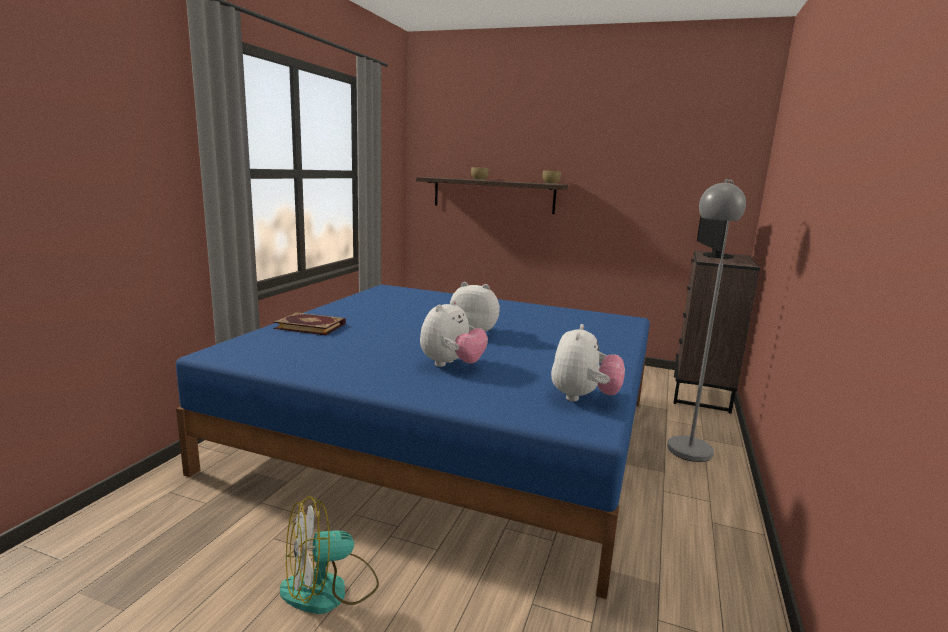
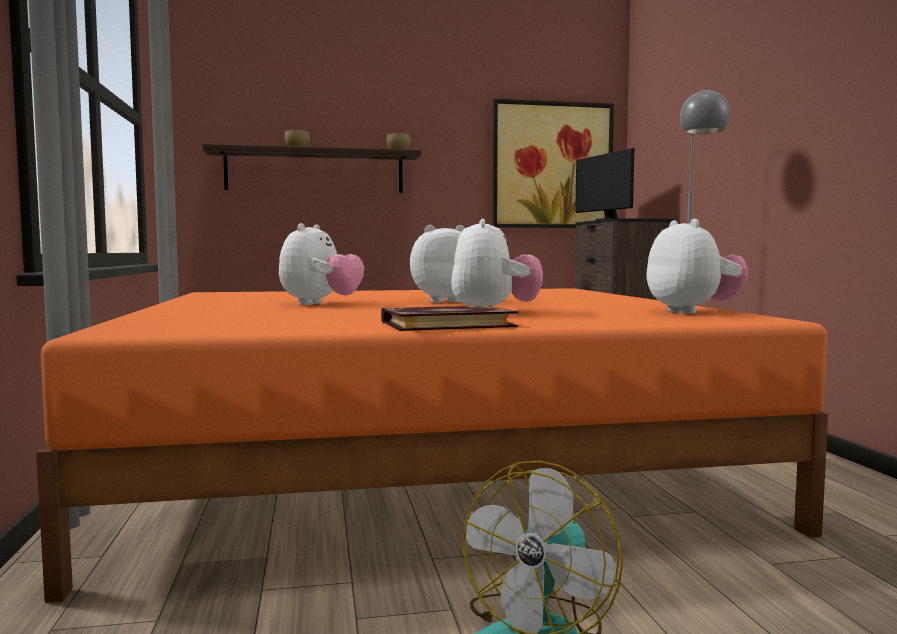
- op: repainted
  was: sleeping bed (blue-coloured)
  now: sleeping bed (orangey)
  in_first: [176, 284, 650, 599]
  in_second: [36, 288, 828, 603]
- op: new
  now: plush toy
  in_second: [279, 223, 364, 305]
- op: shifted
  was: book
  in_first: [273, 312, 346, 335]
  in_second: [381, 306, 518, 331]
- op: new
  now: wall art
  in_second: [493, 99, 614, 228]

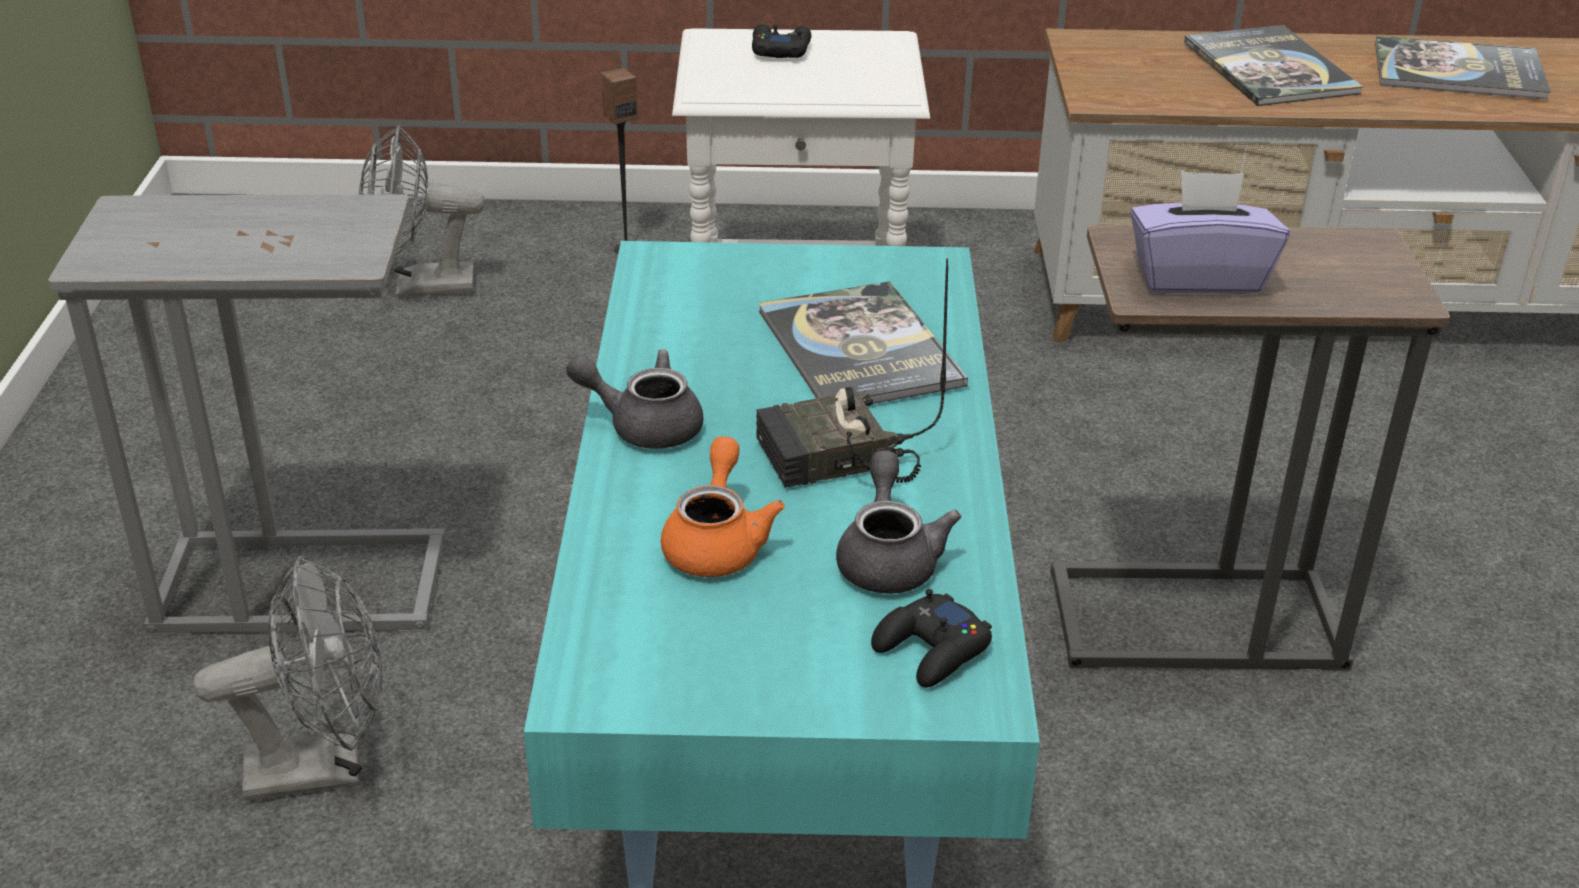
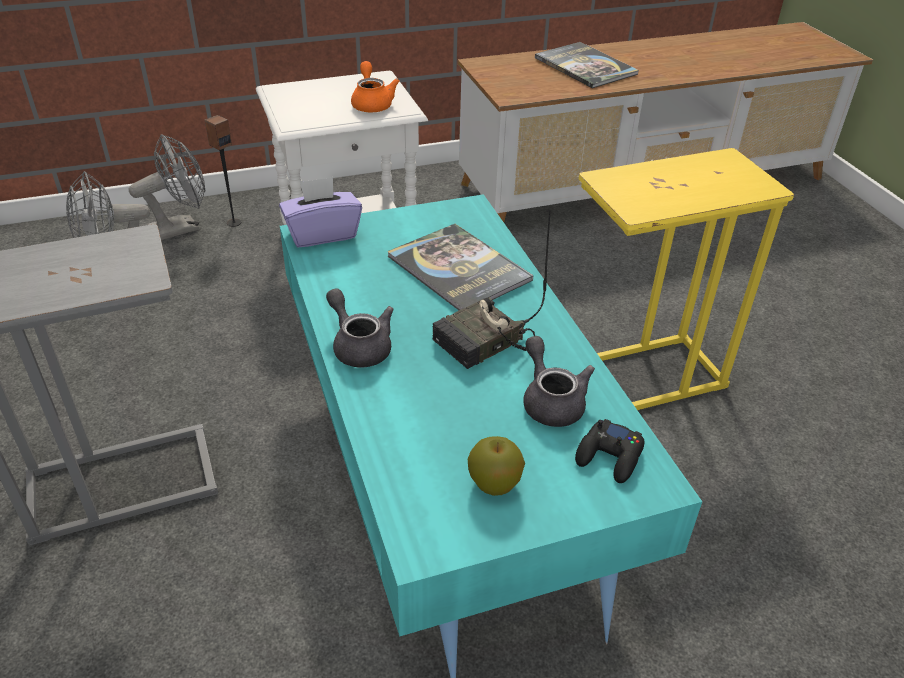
- op: shifted
  was: electric fan (greyish)
  in_first: [193, 556, 382, 801]
  in_second: [129, 134, 205, 240]
- op: shifted
  was: box of tissues (purple-coloured)
  in_first: [1130, 171, 1289, 294]
  in_second: [279, 177, 362, 247]
- op: rotated
  was: pot for tea (greyish)
  in_first: [566, 349, 703, 449]
  in_second: [326, 288, 394, 367]
  clockwise: 60
- op: shifted
  was: pot for tea (orangey)
  in_first: [661, 436, 785, 577]
  in_second: [351, 61, 399, 112]
- op: new
  now: whole apple
  in_second: [468, 436, 525, 496]
- op: repainted
  was: side table (brown-coloured)
  now: side table (yellow-coloured)
  in_first: [1050, 225, 1450, 671]
  in_second: [579, 148, 794, 410]
- op: gone
  was: game controller (blackish)
  in_first: [752, 24, 811, 58]
- op: gone
  was: book
  in_first: [1375, 36, 1551, 100]

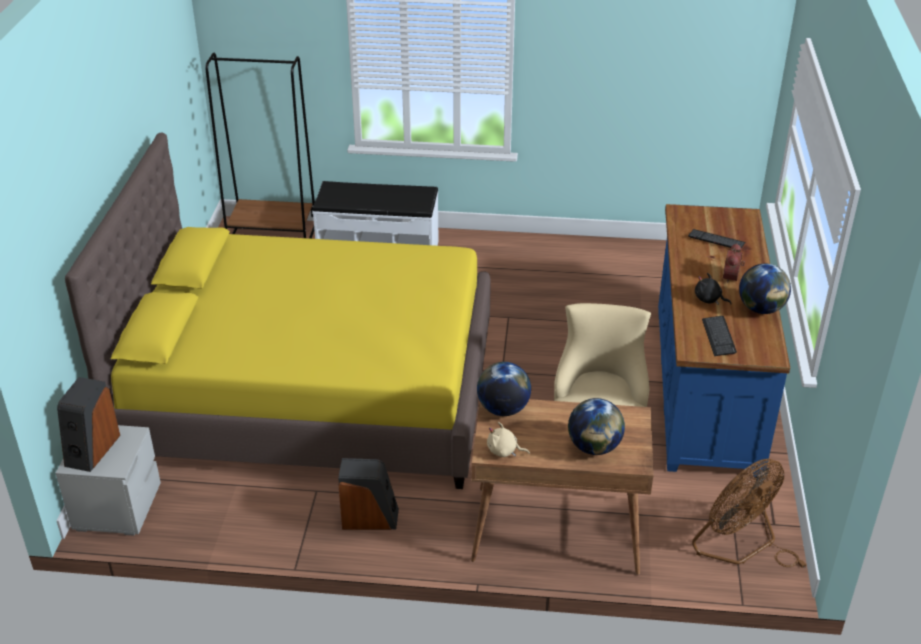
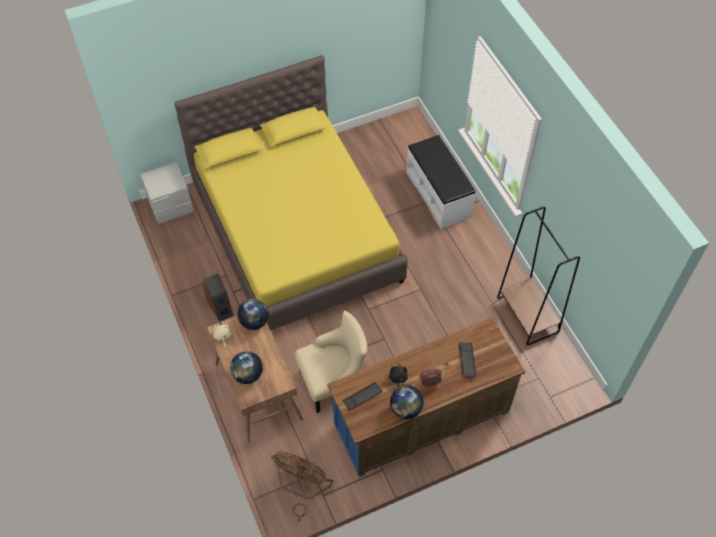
- op: shifted
  was: garment stand
  in_first: [205, 53, 315, 239]
  in_second: [497, 207, 580, 345]
- op: gone
  was: loudspeaker
  in_first: [57, 377, 120, 472]

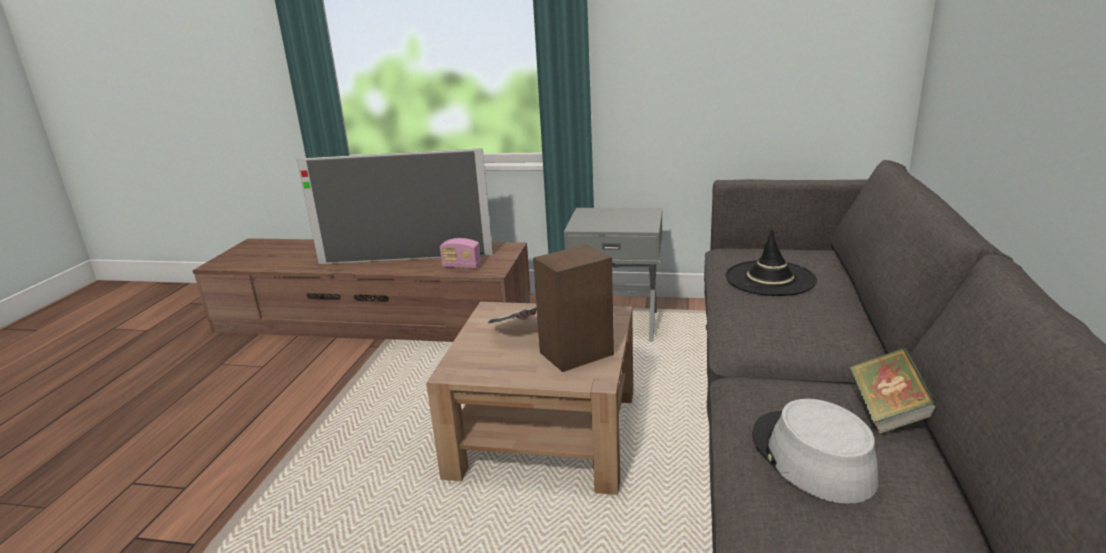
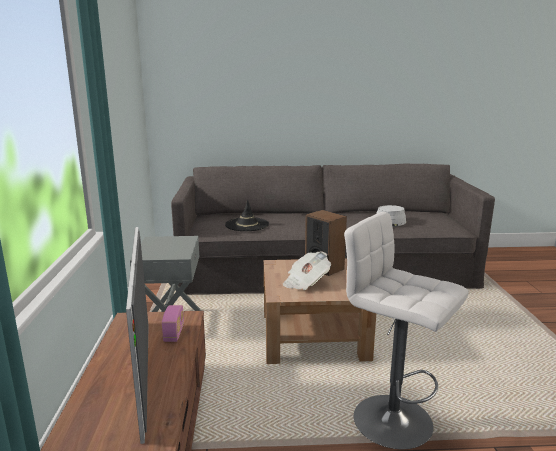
- op: new
  now: stool (white)
  in_second: [344, 212, 469, 449]
- op: gone
  was: book
  in_first: [849, 347, 938, 434]

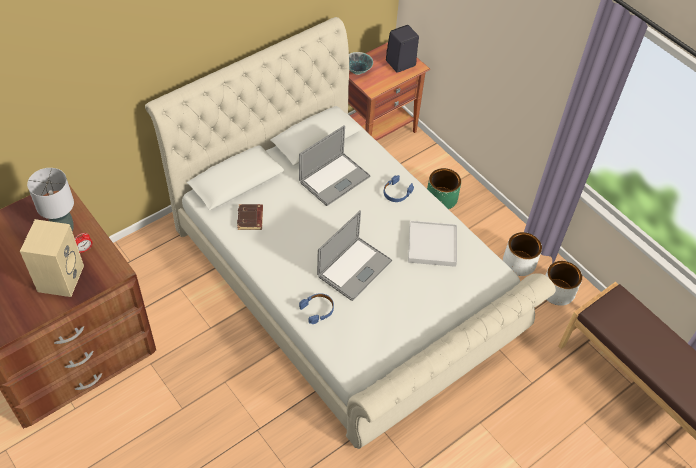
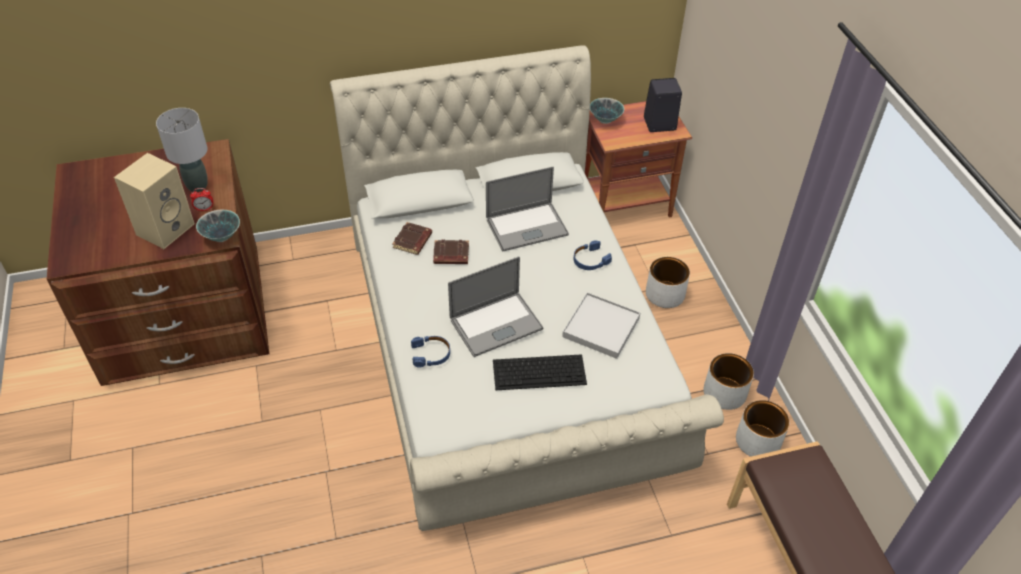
- op: new
  now: bowl
  in_second: [196, 209, 240, 242]
- op: new
  now: book (brown-coloured)
  in_second: [433, 240, 469, 264]
- op: new
  now: computer keyboard
  in_second: [493, 354, 587, 390]
- op: repainted
  was: plant pot (greenish)
  now: plant pot (white)
  in_first: [427, 168, 461, 209]
  in_second: [646, 257, 690, 308]

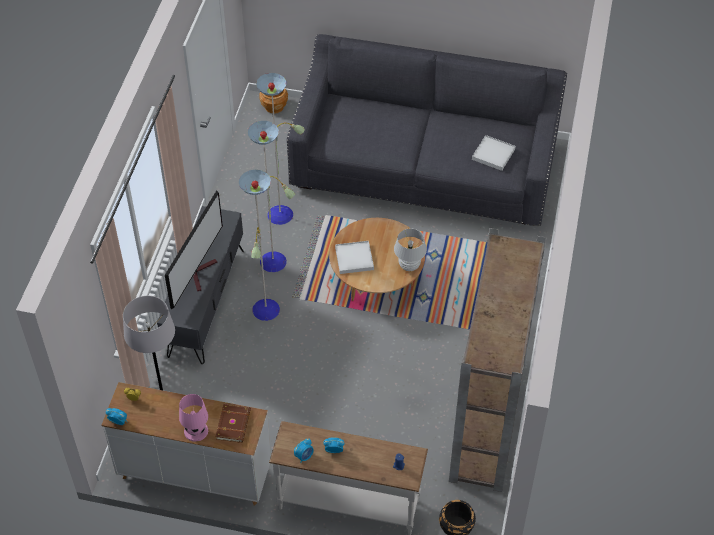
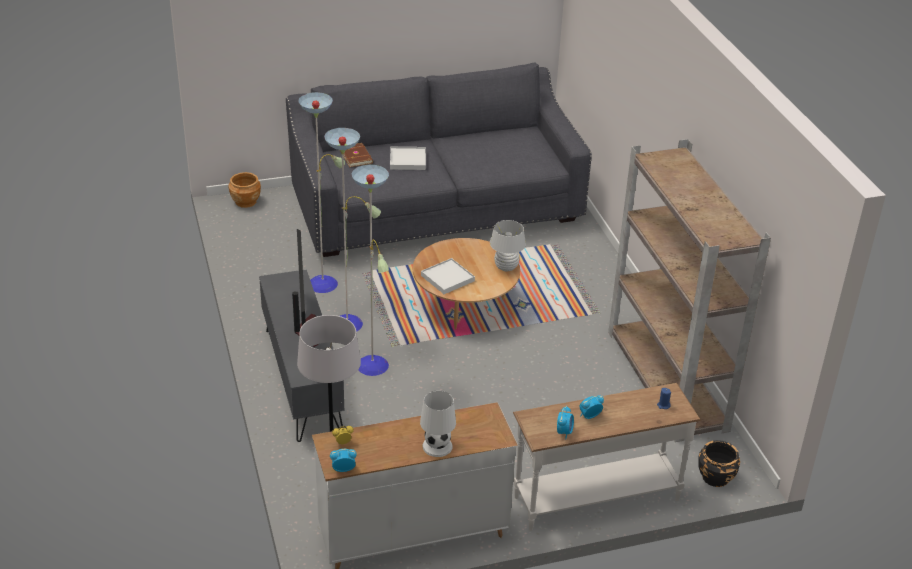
- op: shifted
  was: book (brown-coloured)
  in_first: [215, 404, 251, 443]
  in_second: [340, 143, 373, 167]
- op: shifted
  was: tray (white)
  in_first: [472, 135, 516, 171]
  in_second: [390, 147, 426, 170]
- op: repainted
  was: tabletop lamp (pinkish)
  now: tabletop lamp (white)
  in_first: [179, 394, 208, 442]
  in_second: [420, 390, 456, 457]

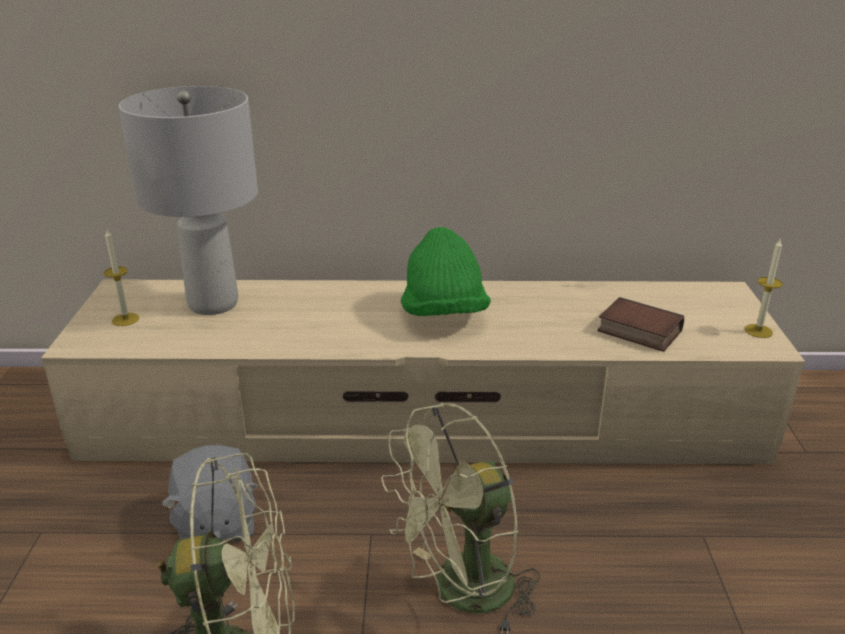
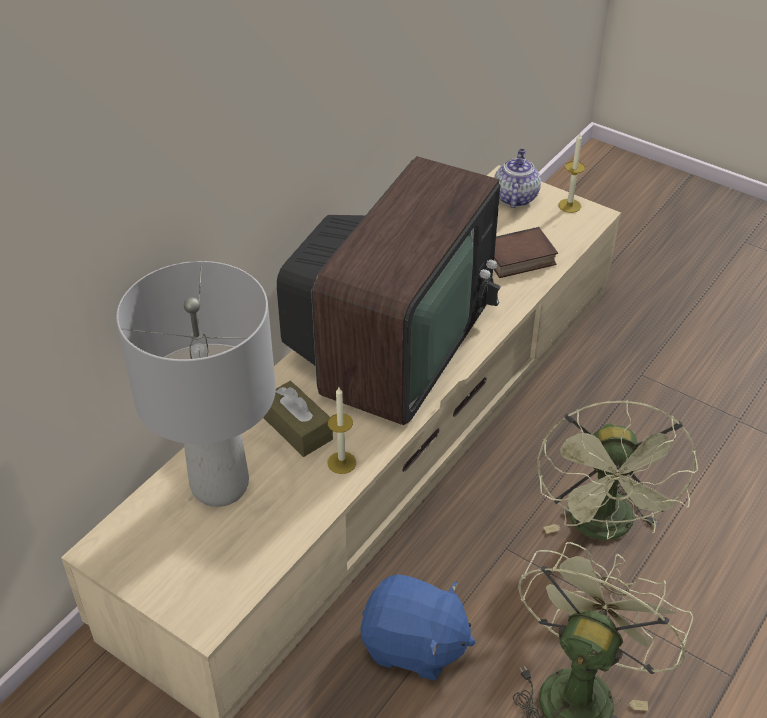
- op: new
  now: box of tissues (brown-coloured)
  in_second: [263, 381, 333, 457]
- op: swapped
  was: clothing hat (greenish)
  now: TV
  in_first: [401, 227, 491, 316]
  in_second: [277, 156, 501, 425]
- op: shifted
  was: candle
  in_first: [104, 230, 139, 326]
  in_second: [328, 387, 356, 474]
- op: repainted
  was: plush toy (greyish)
  now: plush toy (blue-coloured)
  in_first: [161, 445, 258, 542]
  in_second: [360, 574, 475, 681]
- op: new
  now: pot for tea
  in_second: [494, 149, 541, 208]

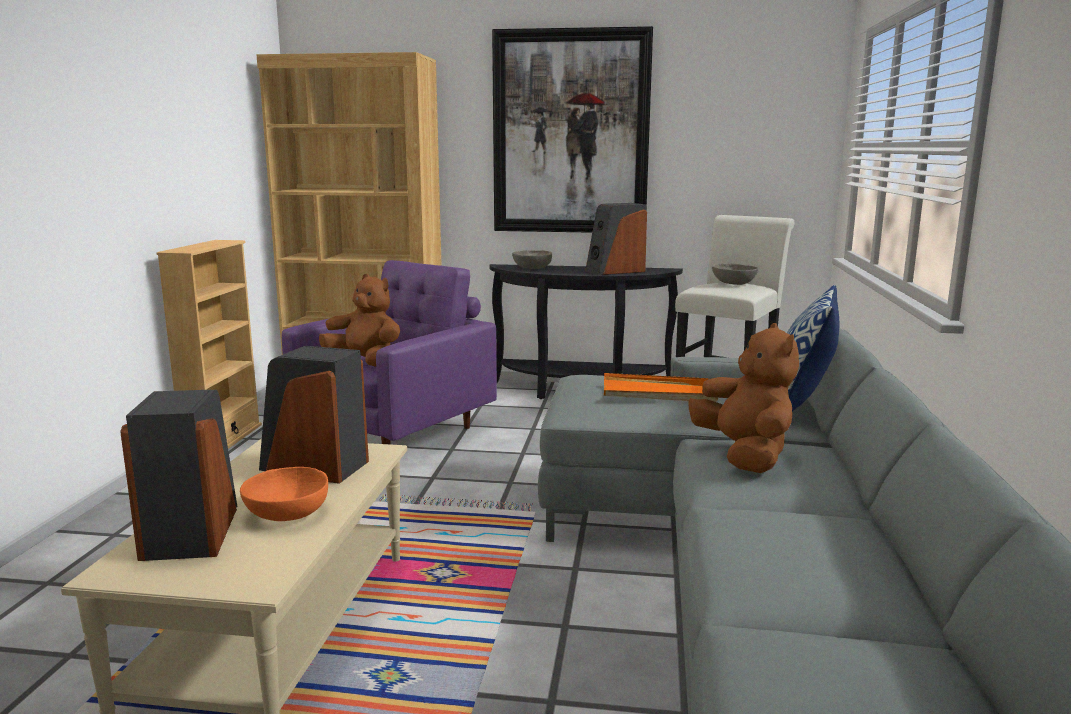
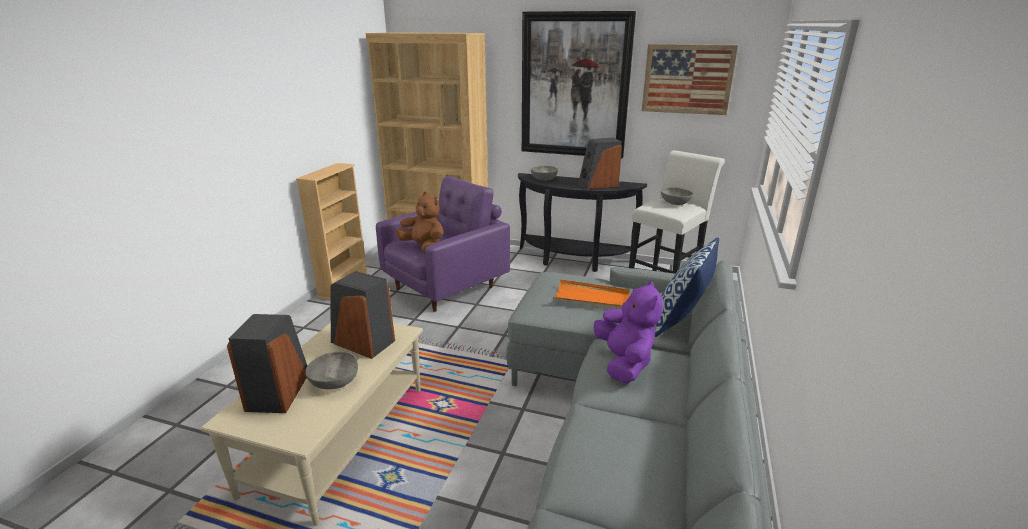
- op: repainted
  was: bowl (orangey)
  now: bowl (greyish)
  in_first: [240, 467, 328, 521]
  in_second: [305, 352, 358, 389]
- op: repainted
  was: plush toy (brown-coloured)
  now: plush toy (purple-coloured)
  in_first: [688, 323, 799, 473]
  in_second: [594, 281, 663, 383]
- op: new
  now: wall art
  in_second: [642, 44, 738, 115]

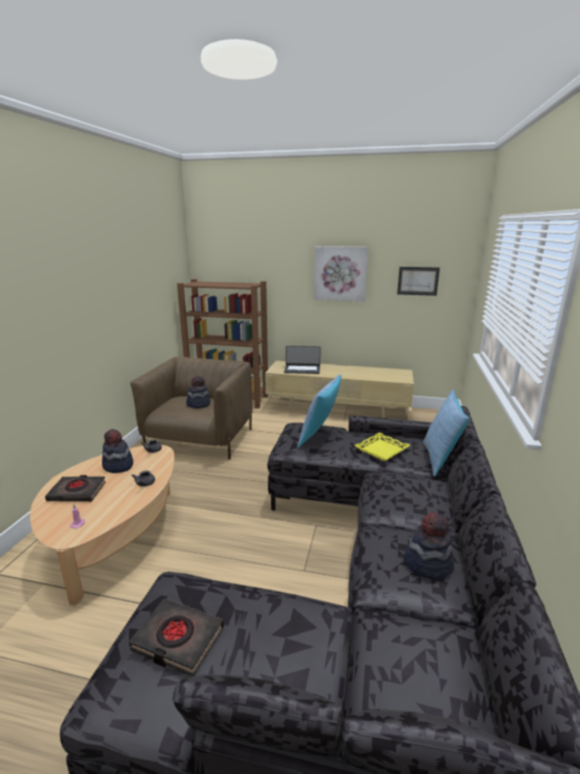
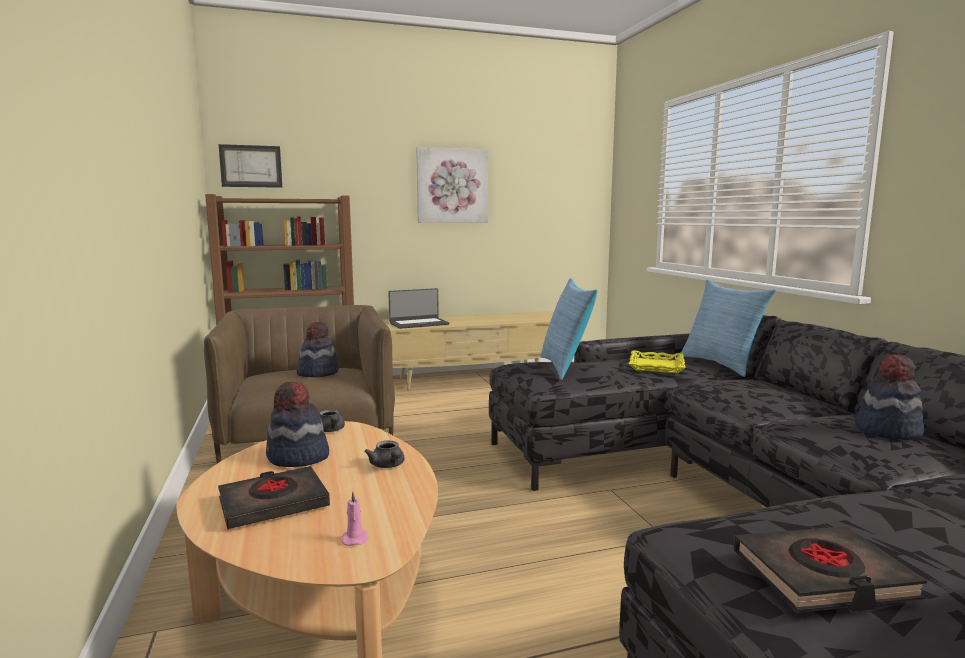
- op: shifted
  was: wall art
  in_first: [397, 267, 440, 296]
  in_second: [218, 144, 283, 188]

